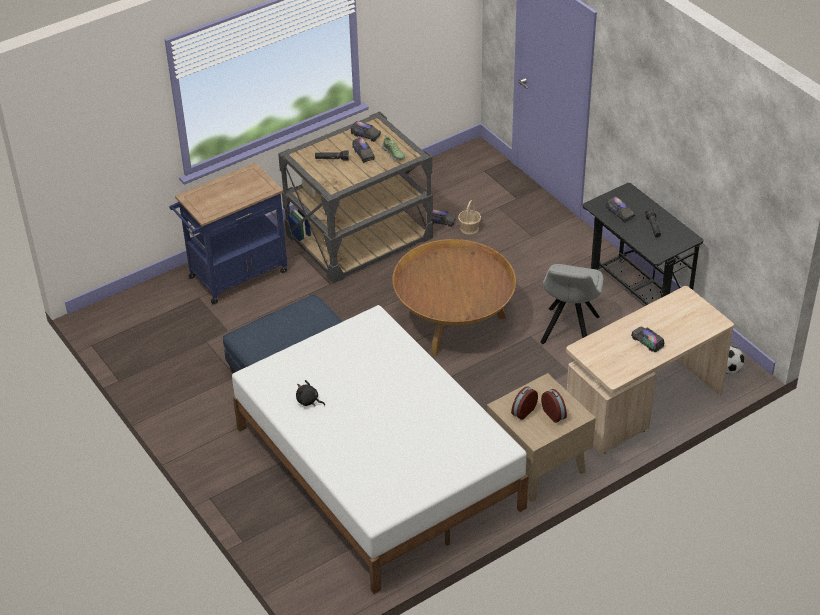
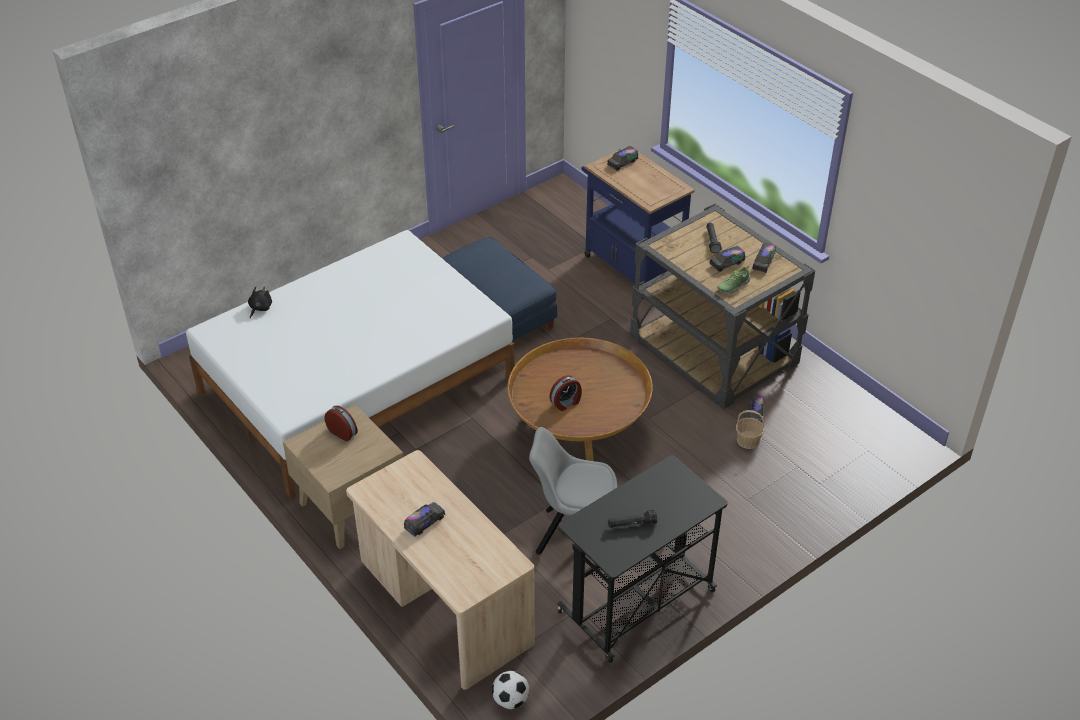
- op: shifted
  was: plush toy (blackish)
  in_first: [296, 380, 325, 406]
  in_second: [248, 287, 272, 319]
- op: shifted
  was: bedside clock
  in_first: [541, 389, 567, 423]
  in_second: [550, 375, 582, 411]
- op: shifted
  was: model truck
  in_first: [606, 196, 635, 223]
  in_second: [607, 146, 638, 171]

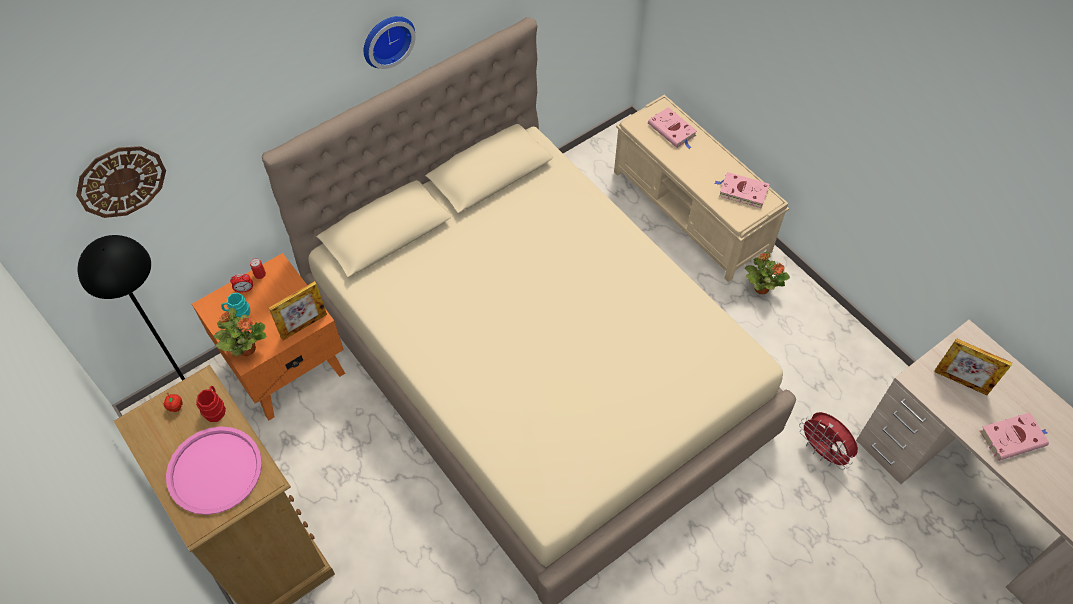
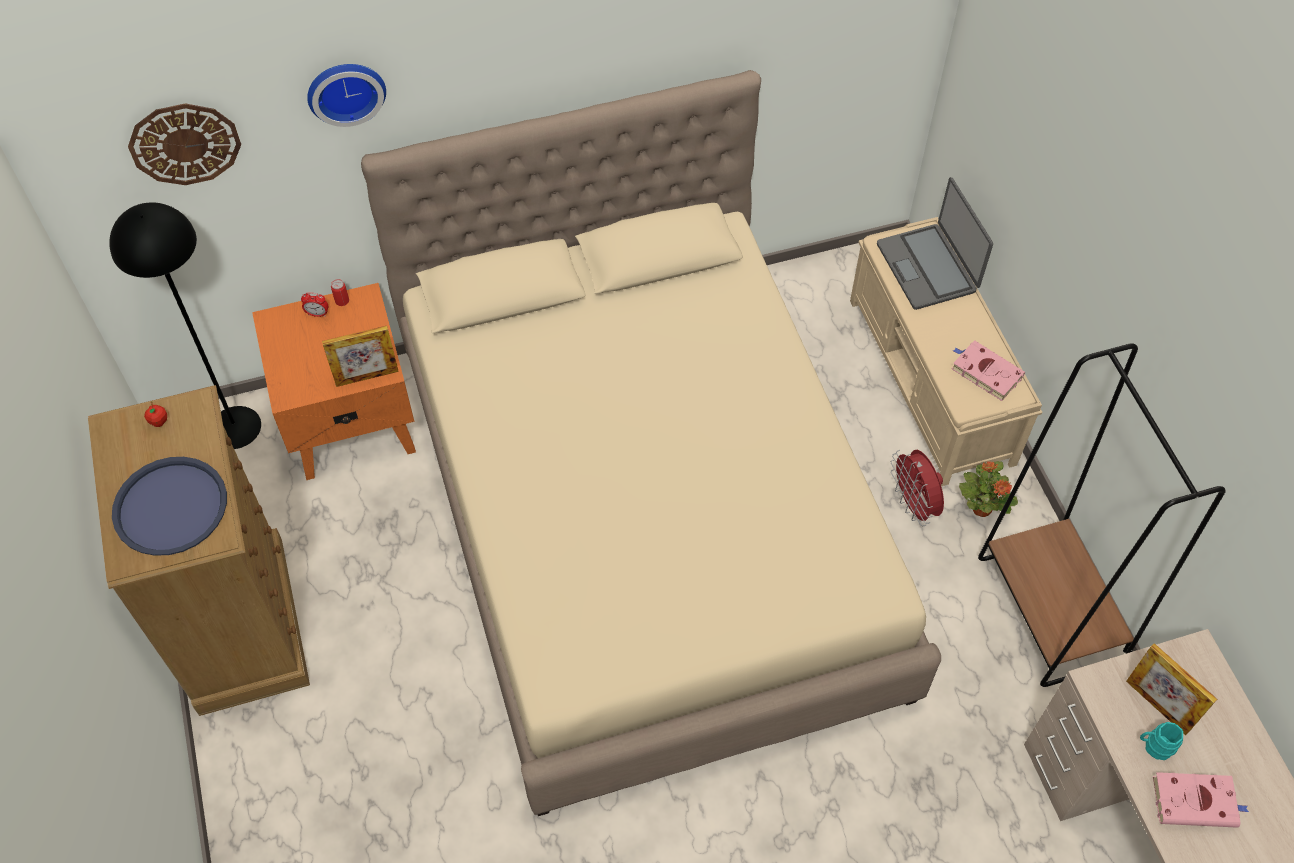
- op: repainted
  was: tray (pinkish)
  now: tray (blue-coloured)
  in_first: [166, 427, 262, 515]
  in_second: [112, 457, 227, 556]
- op: shifted
  was: hanging clock
  in_first: [364, 16, 416, 69]
  in_second: [307, 64, 386, 127]
- op: swapped
  was: book (pinkish)
  now: laptop
  in_first: [648, 107, 697, 149]
  in_second: [877, 177, 993, 310]
- op: shifted
  was: electric fan (red-coloured)
  in_first: [799, 412, 858, 470]
  in_second: [891, 450, 944, 526]
- op: new
  now: garment stand
  in_second: [978, 343, 1226, 687]
- op: shifted
  was: tea mug (turquoise-coloured)
  in_first: [221, 293, 250, 317]
  in_second: [1140, 722, 1183, 760]
- op: gone
  was: tea mug (red-coloured)
  in_first: [196, 386, 226, 422]
- op: gone
  was: potted plant
  in_first: [214, 308, 267, 356]

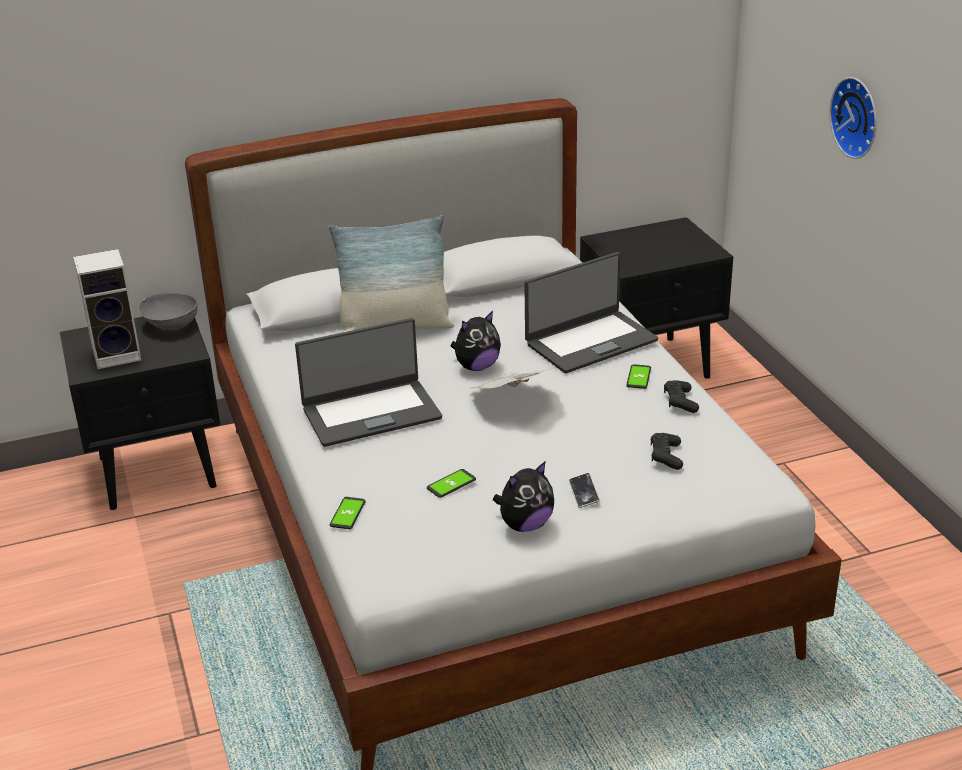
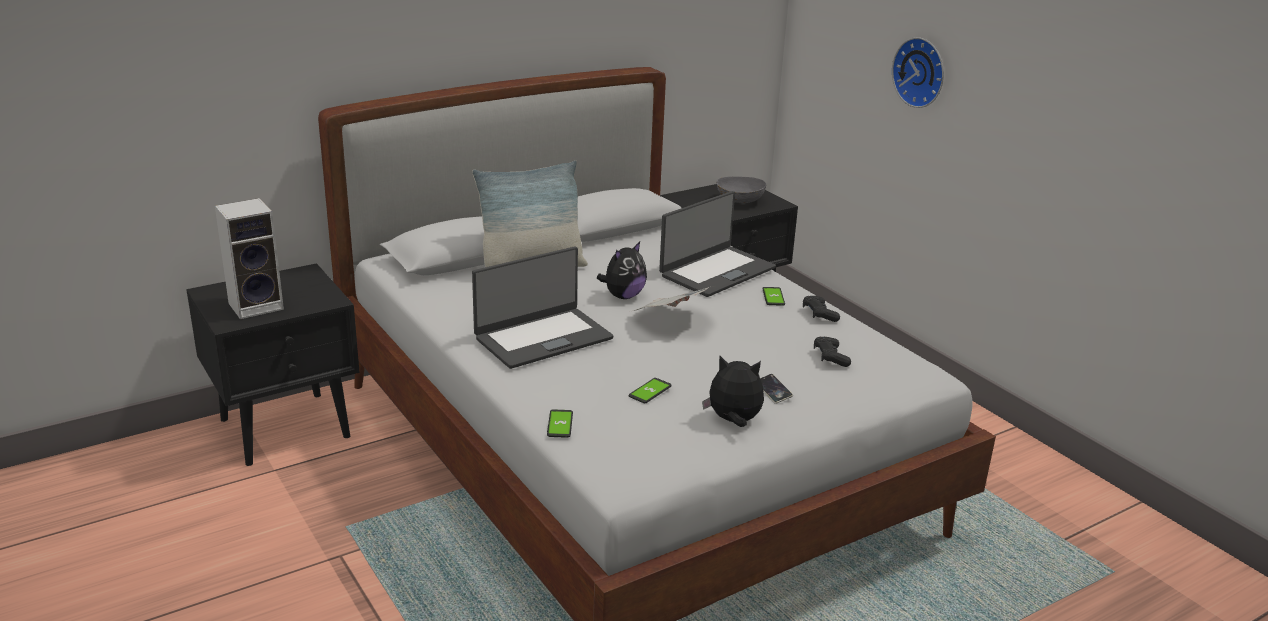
- op: rotated
  was: plush toy
  in_first: [493, 462, 554, 532]
  in_second: [702, 356, 764, 427]
  clockwise: -120
- op: shifted
  was: bowl (greyish)
  in_first: [138, 293, 198, 330]
  in_second: [716, 177, 766, 203]

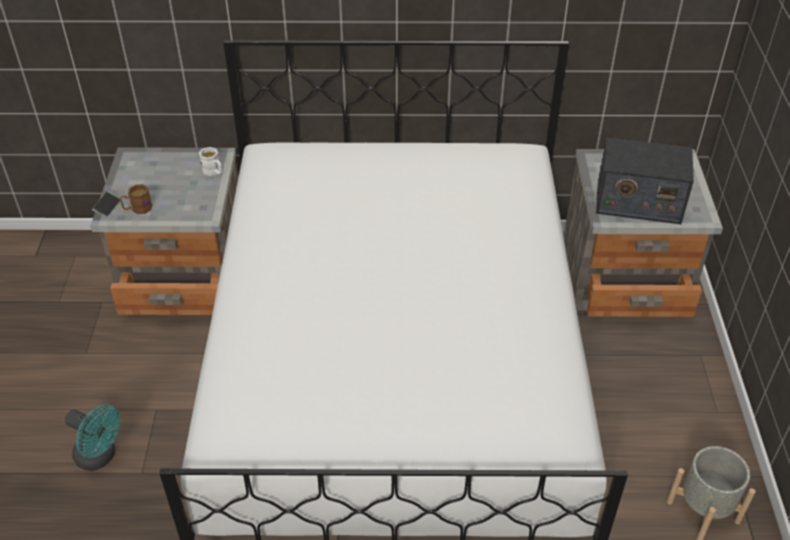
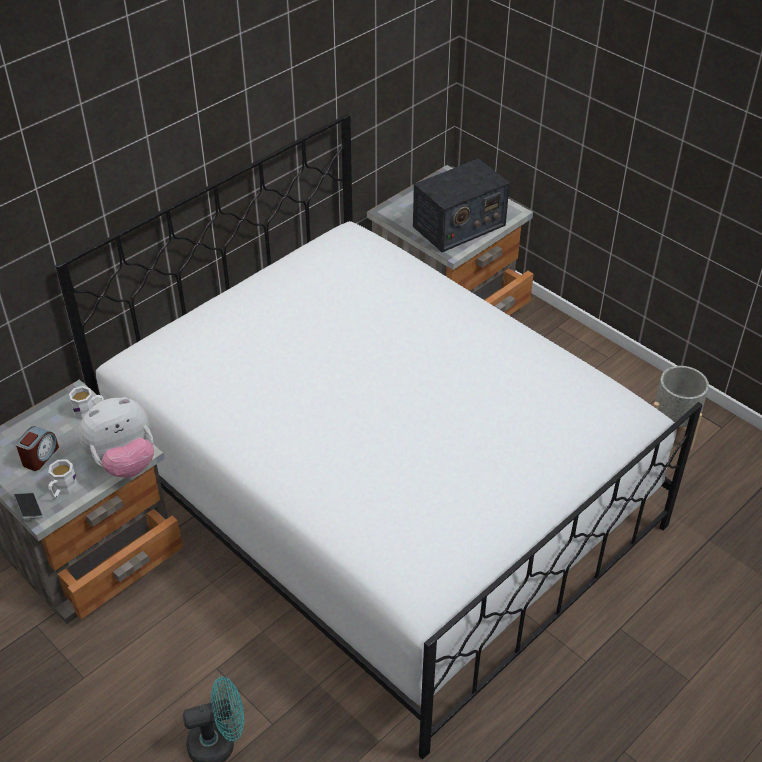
- op: new
  now: bedside clock
  in_second: [16, 426, 59, 471]
- op: repainted
  was: tea mug (brown-coloured)
  now: tea mug (white)
  in_first: [120, 184, 152, 214]
  in_second: [48, 459, 78, 498]
- op: new
  now: plush toy
  in_second: [78, 397, 154, 478]

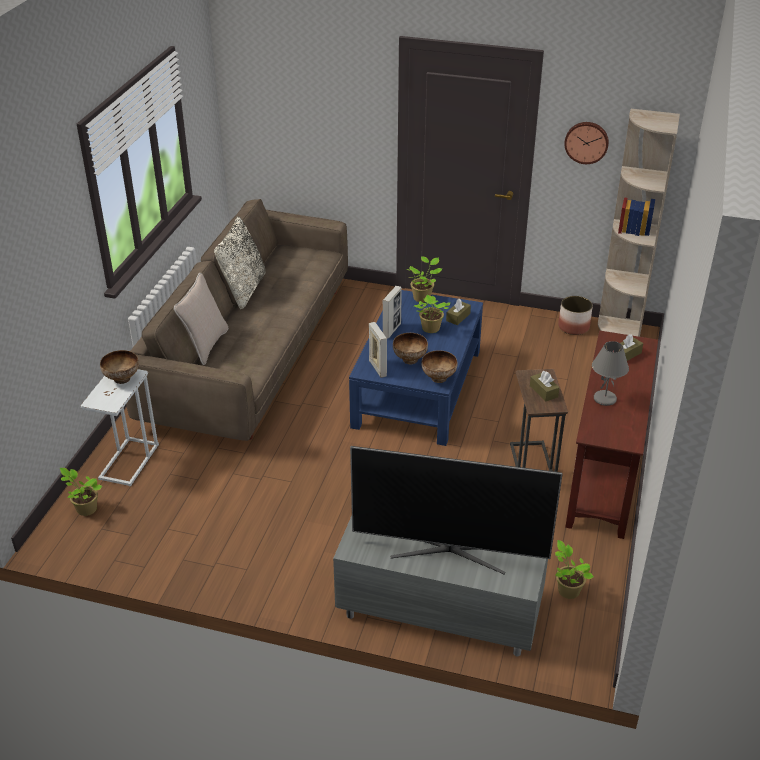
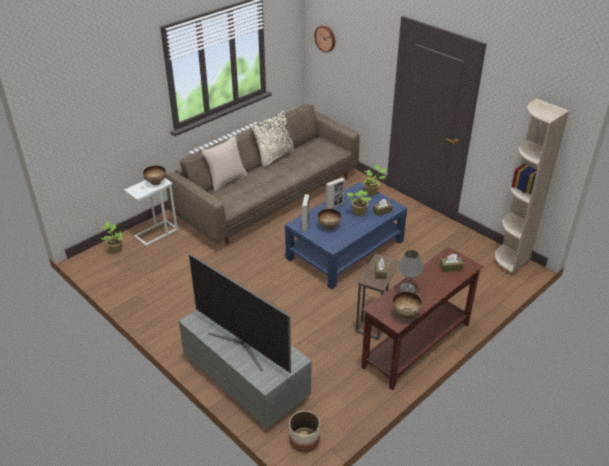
- op: shifted
  was: plant pot
  in_first: [558, 296, 593, 335]
  in_second: [289, 411, 320, 452]
- op: shifted
  was: hanging clock
  in_first: [564, 122, 609, 164]
  in_second: [314, 25, 335, 53]
- op: shifted
  was: bowl
  in_first: [421, 350, 458, 383]
  in_second: [392, 292, 422, 319]
- op: gone
  was: potted plant
  in_first: [555, 540, 594, 599]

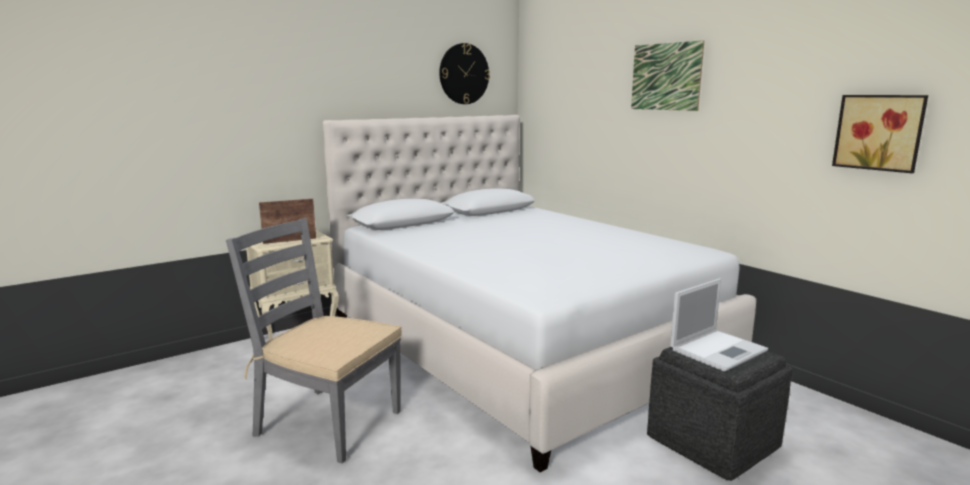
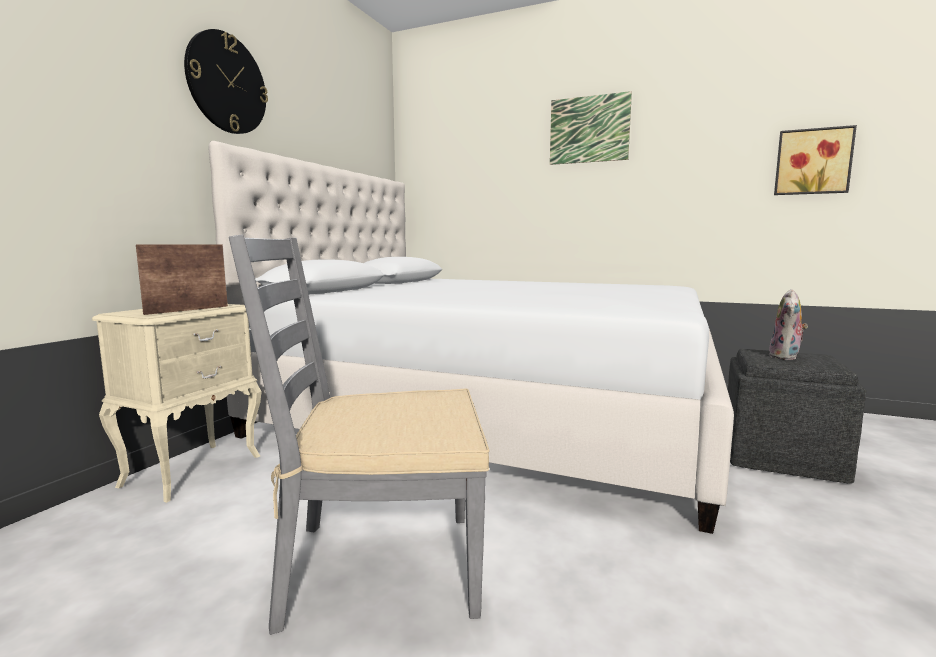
- op: shifted
  was: hanging clock
  in_first: [439, 43, 490, 104]
  in_second: [184, 29, 268, 134]
- op: swapped
  was: laptop
  now: plush toy
  in_first: [670, 279, 768, 372]
  in_second: [769, 289, 808, 360]

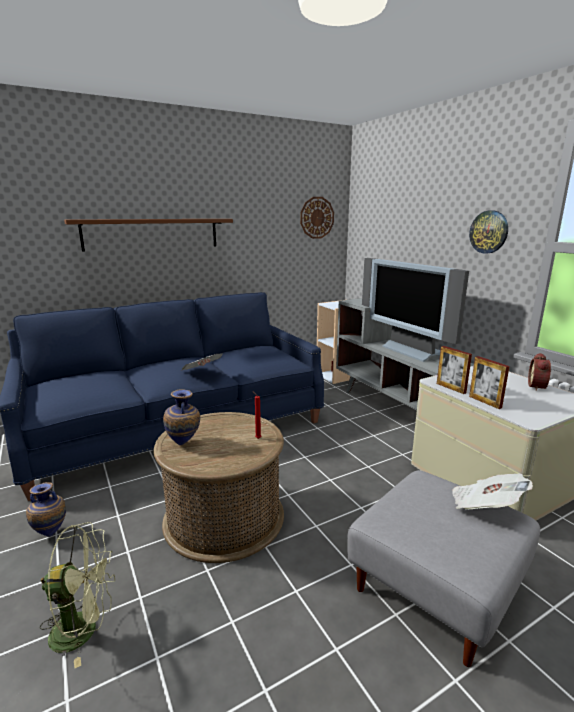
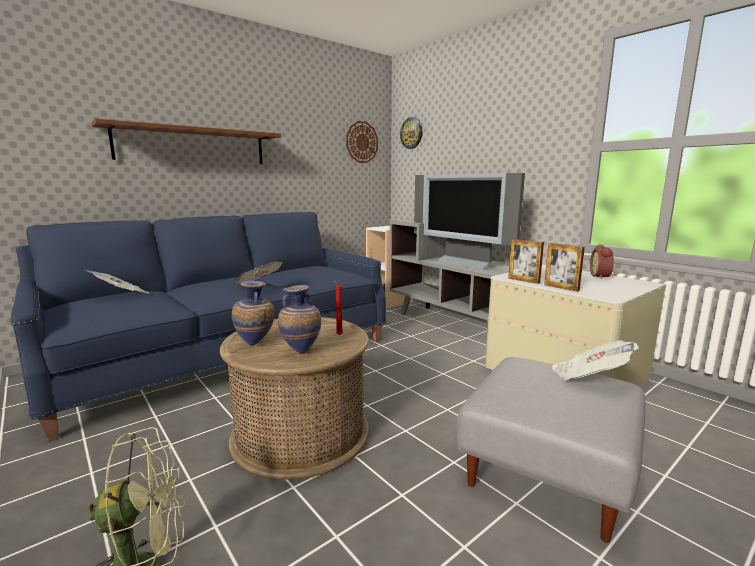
- op: new
  now: daily paper
  in_second: [85, 270, 148, 293]
- op: shifted
  was: vase
  in_first: [26, 482, 66, 537]
  in_second: [278, 285, 321, 354]
- op: shifted
  was: hanging clock
  in_first: [469, 210, 508, 254]
  in_second: [400, 117, 422, 149]

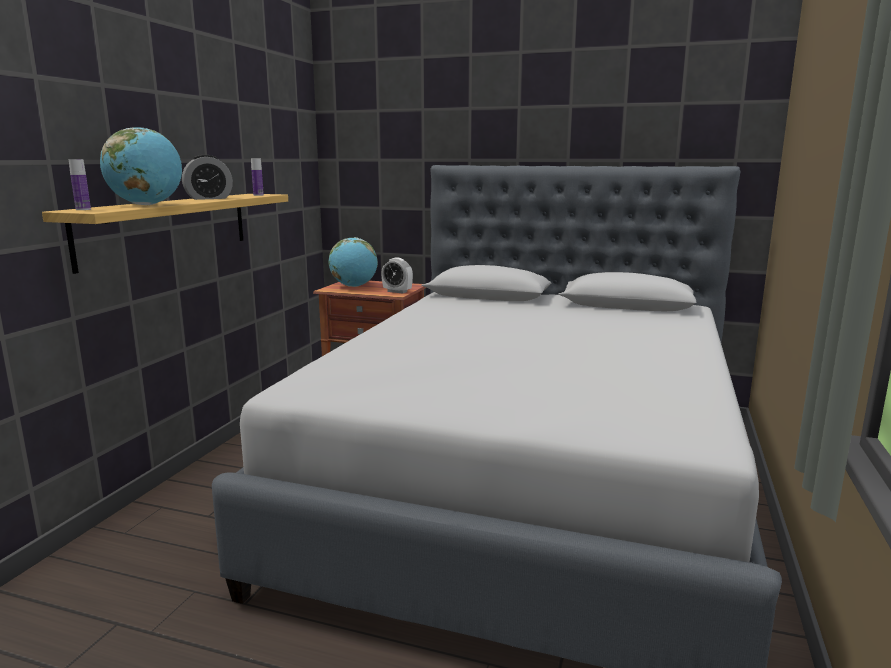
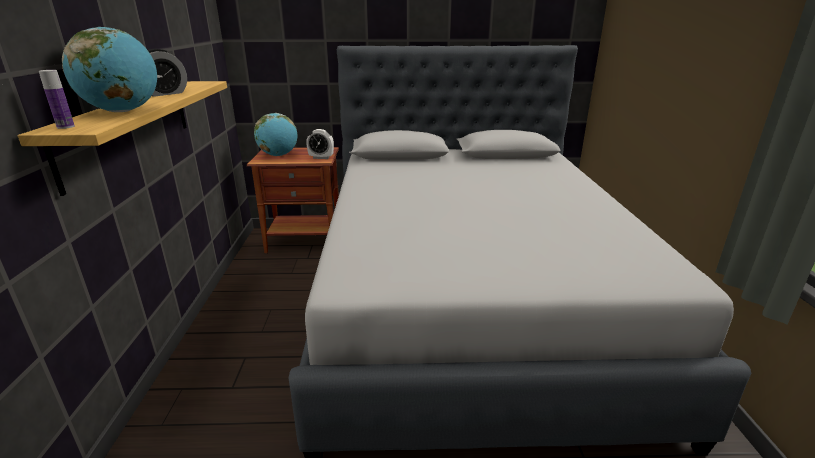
- op: gone
  was: drink bottle
  in_first: [251, 159, 264, 196]

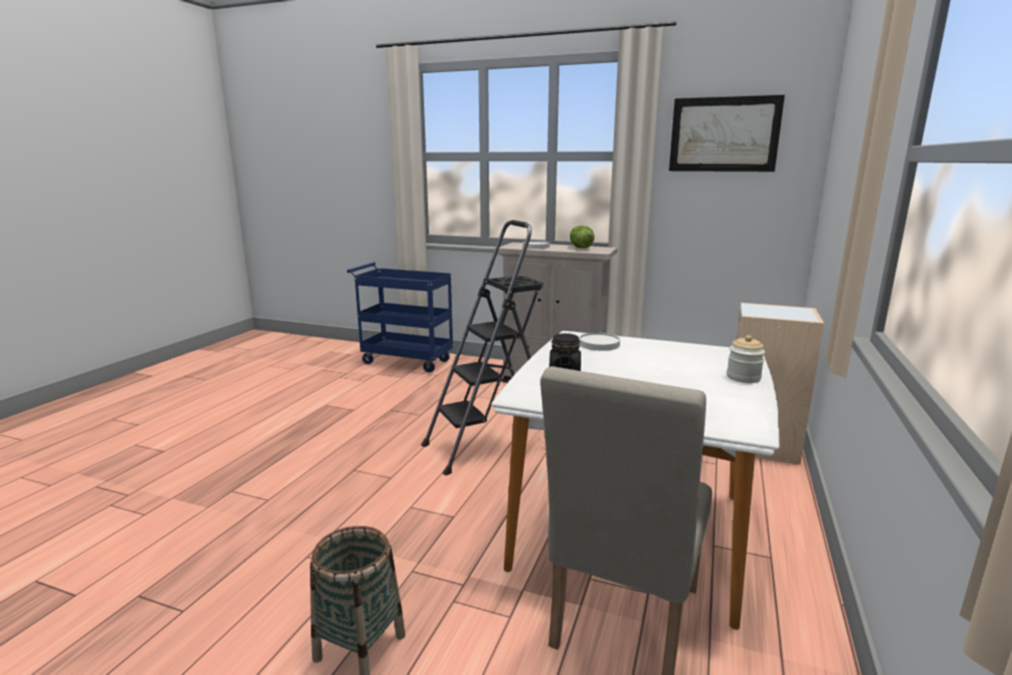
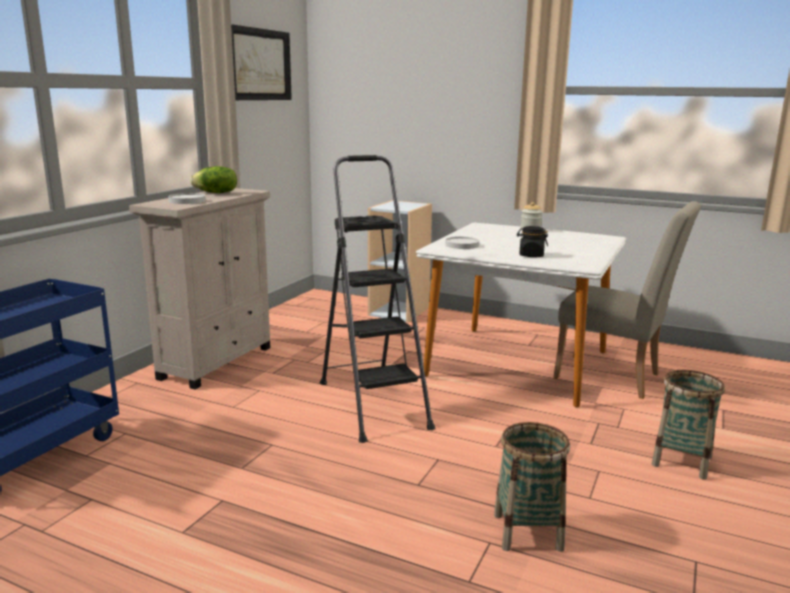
- op: new
  now: basket
  in_second: [494, 422, 570, 552]

